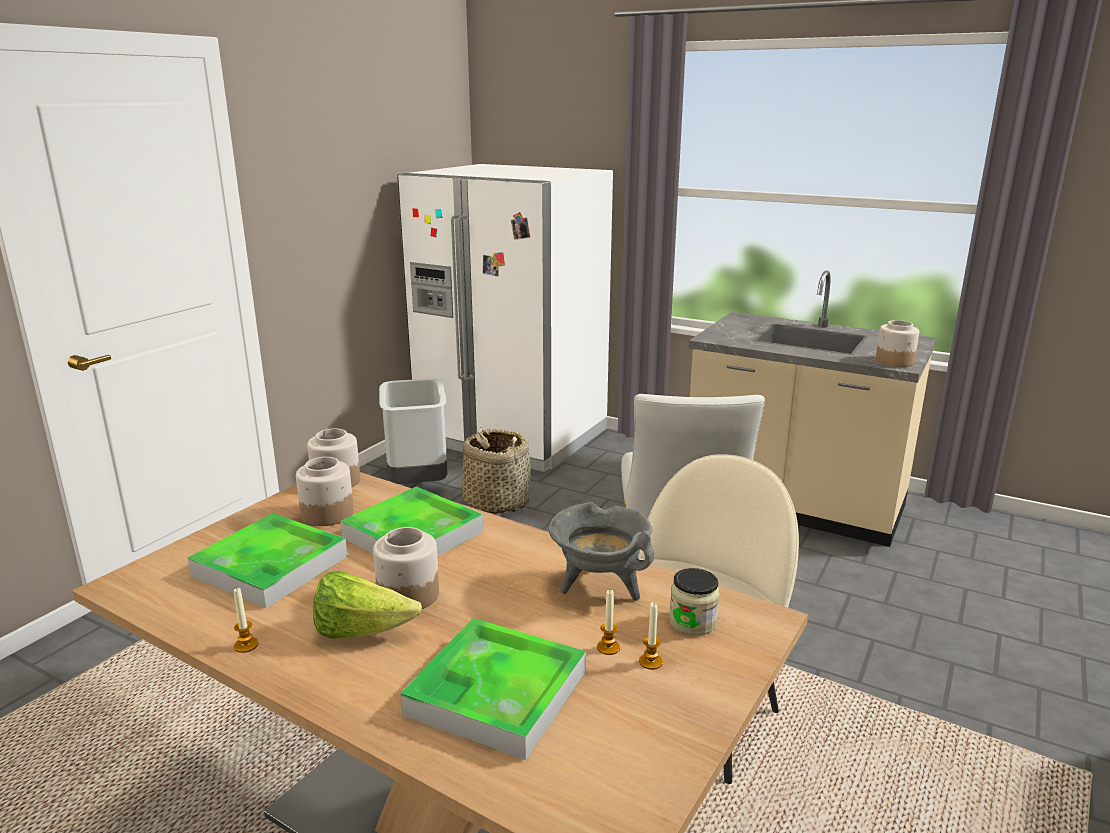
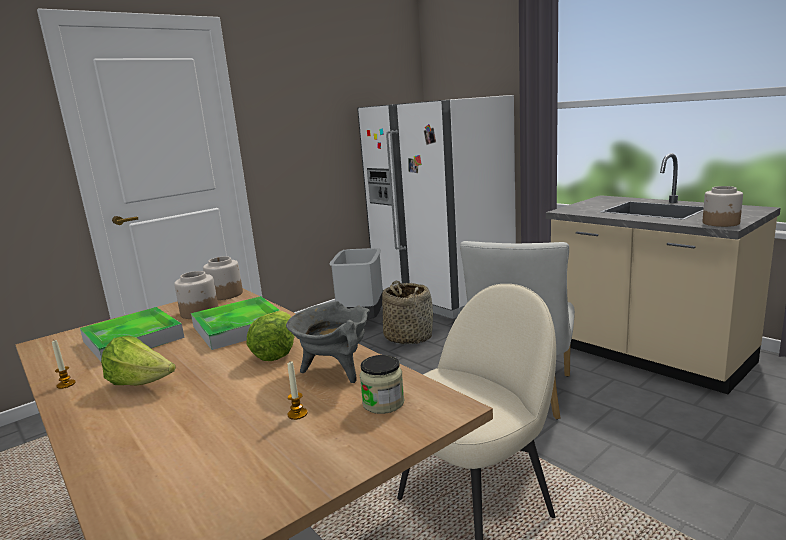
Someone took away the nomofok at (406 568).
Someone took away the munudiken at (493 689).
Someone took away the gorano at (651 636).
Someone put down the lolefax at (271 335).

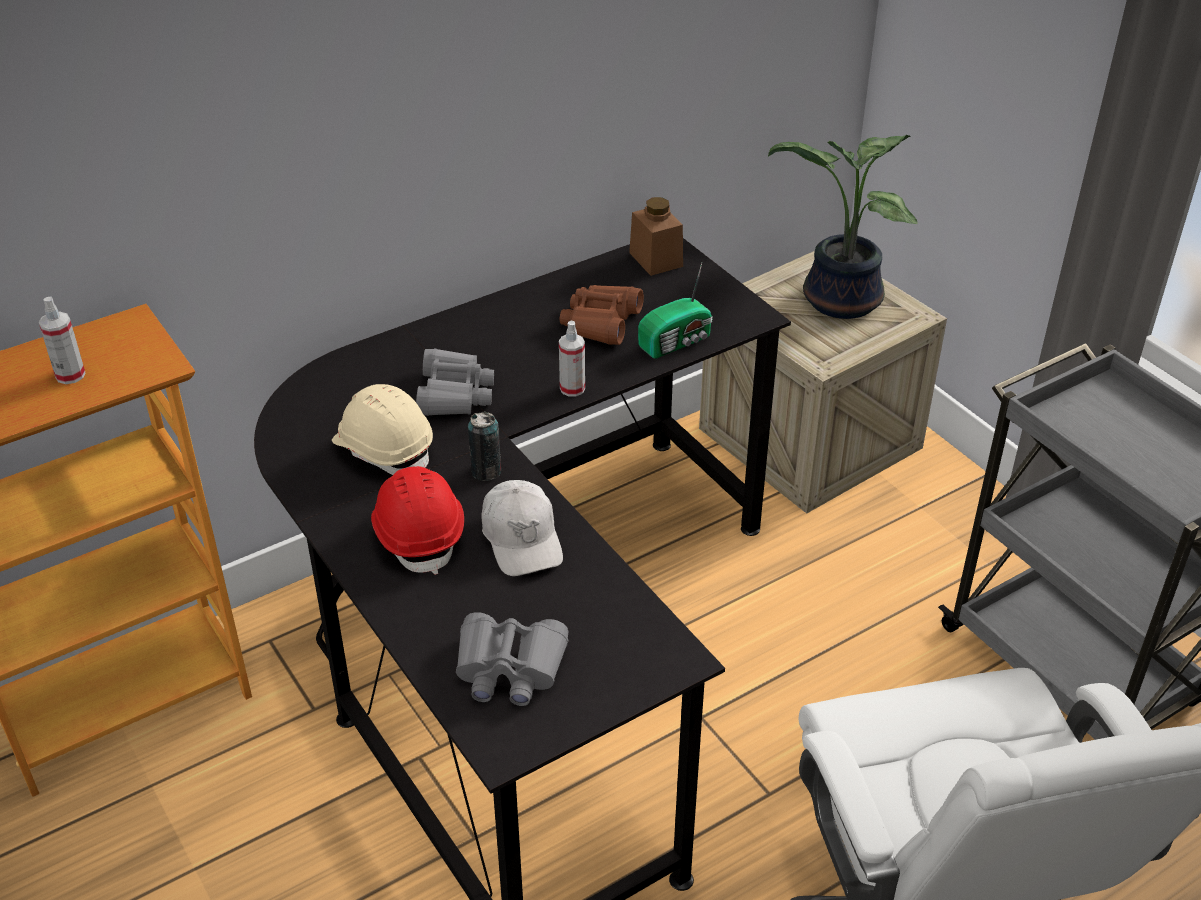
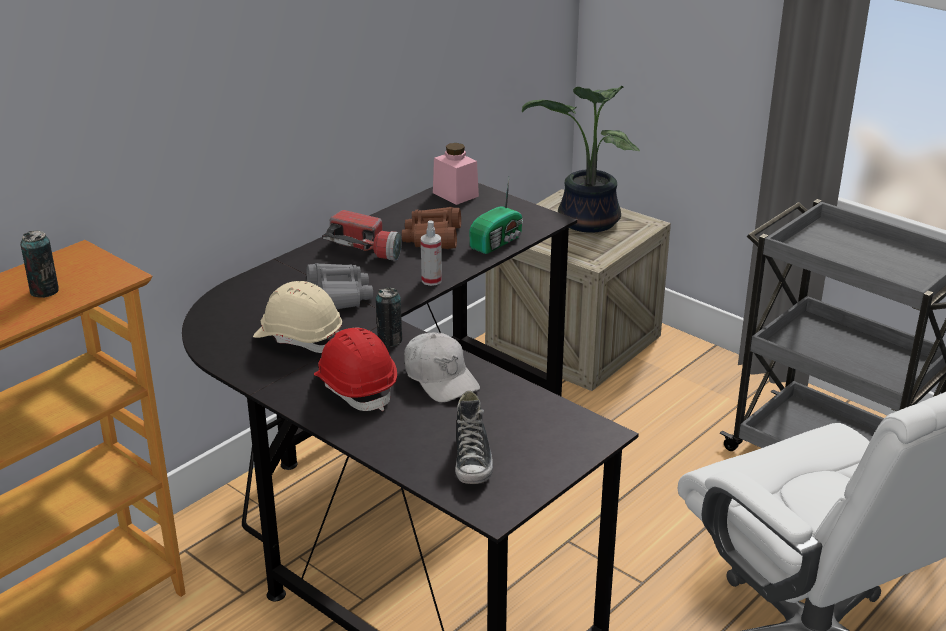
Someone swapped the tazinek at (62 340) for the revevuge at (39 264).
Someone swapped the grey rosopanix at (512 659) for the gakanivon at (474 437).
Someone repainted the brown nomofok at (656 236), which became the pink nomofok at (456 174).
Someone put down the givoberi at (362 235).

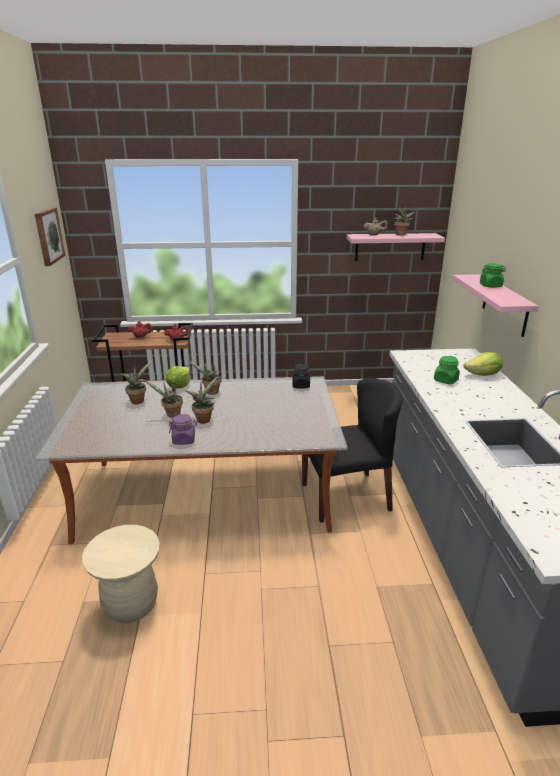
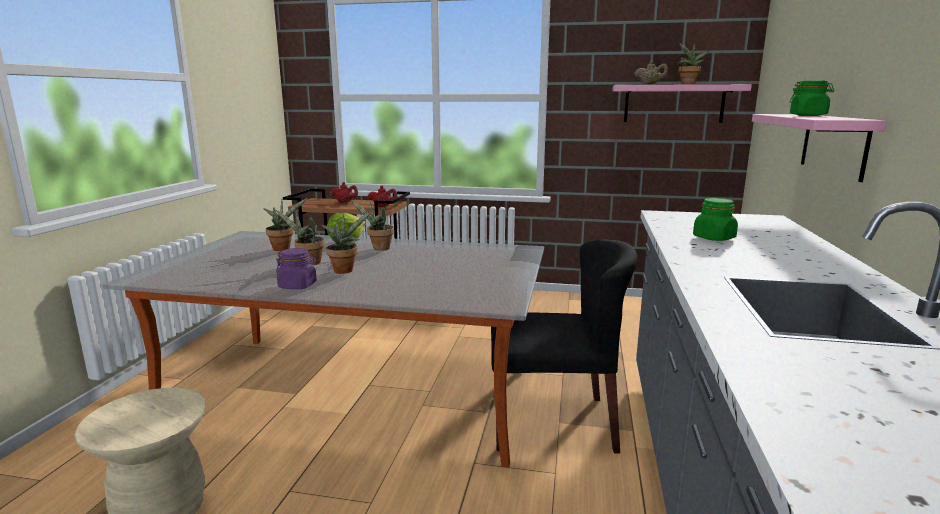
Someone took away the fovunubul at (50 236).
Someone took away the black nomofok at (301 376).
Someone took away the lolefax at (483 364).

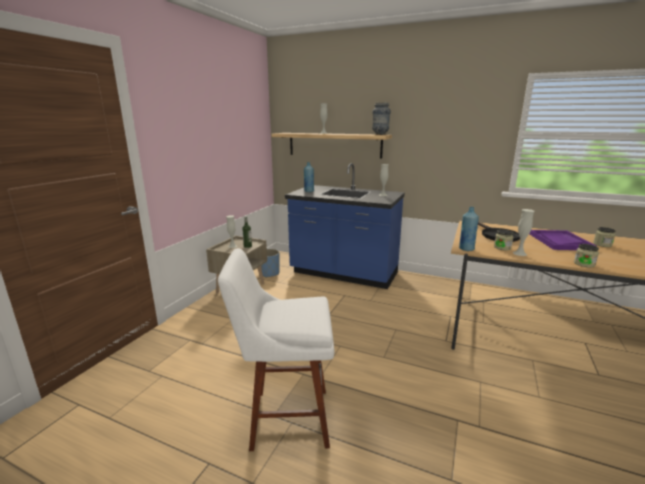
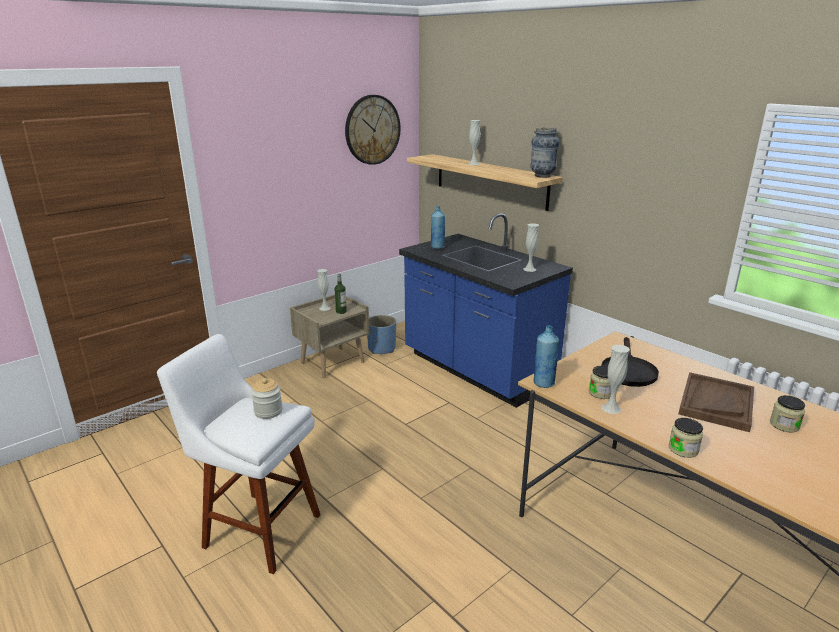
Someone repainted the purple munudiken at (562 240), which became the brown munudiken at (716 402).
Someone put down the nomofok at (267 398).
Someone put up the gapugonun at (373 130).

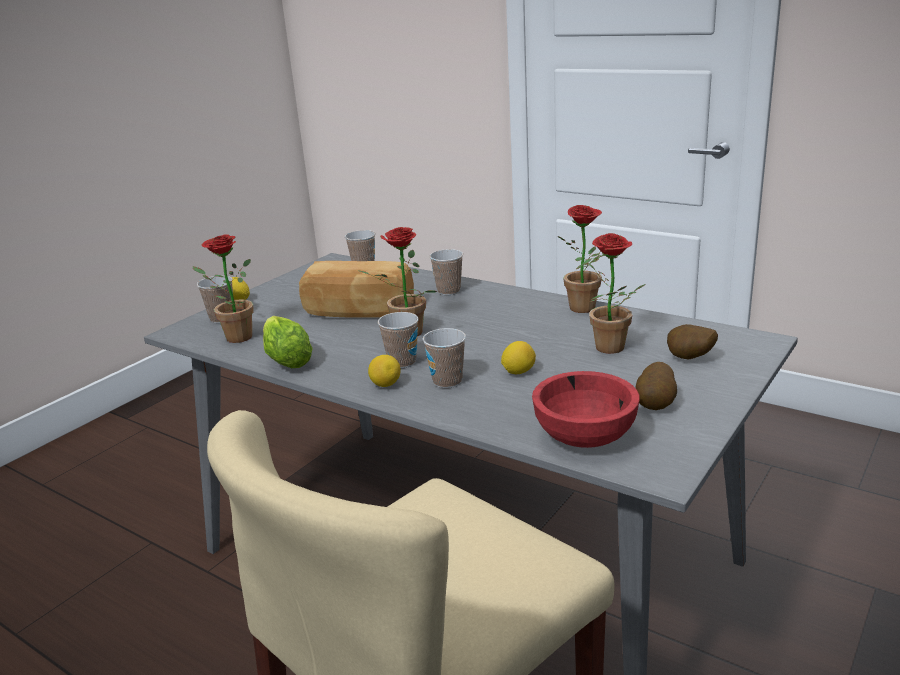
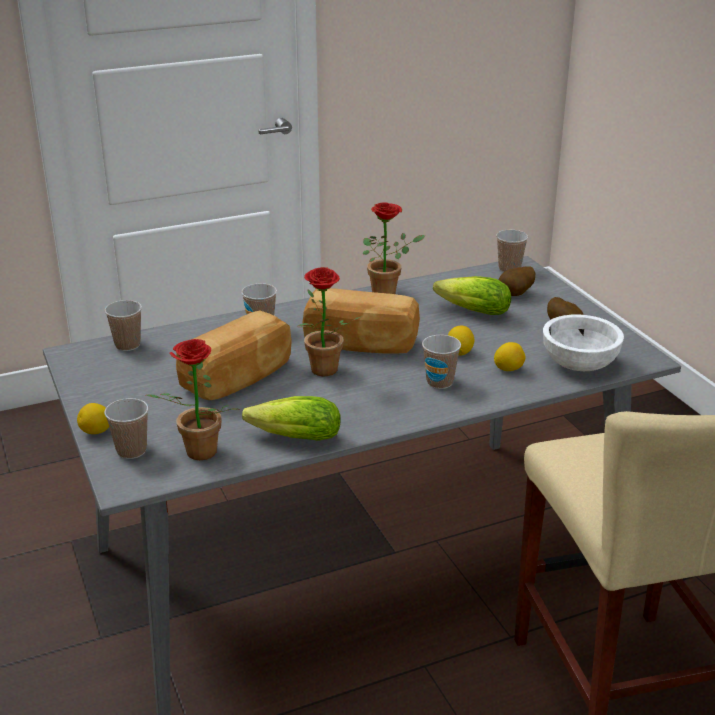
Someone carried the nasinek from (384 371) to (509 356).
Someone carried the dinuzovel from (398 340) to (512 251).
Someone repainted the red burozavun at (586 409), which became the white burozavun at (583 342).
Someone swapped the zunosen at (616 293) for the lolefax at (472 295).
Someone put down the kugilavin at (361 321).

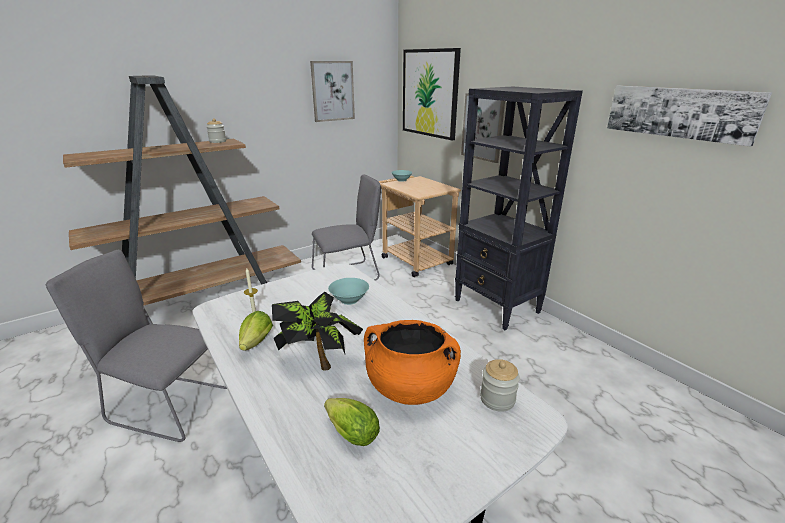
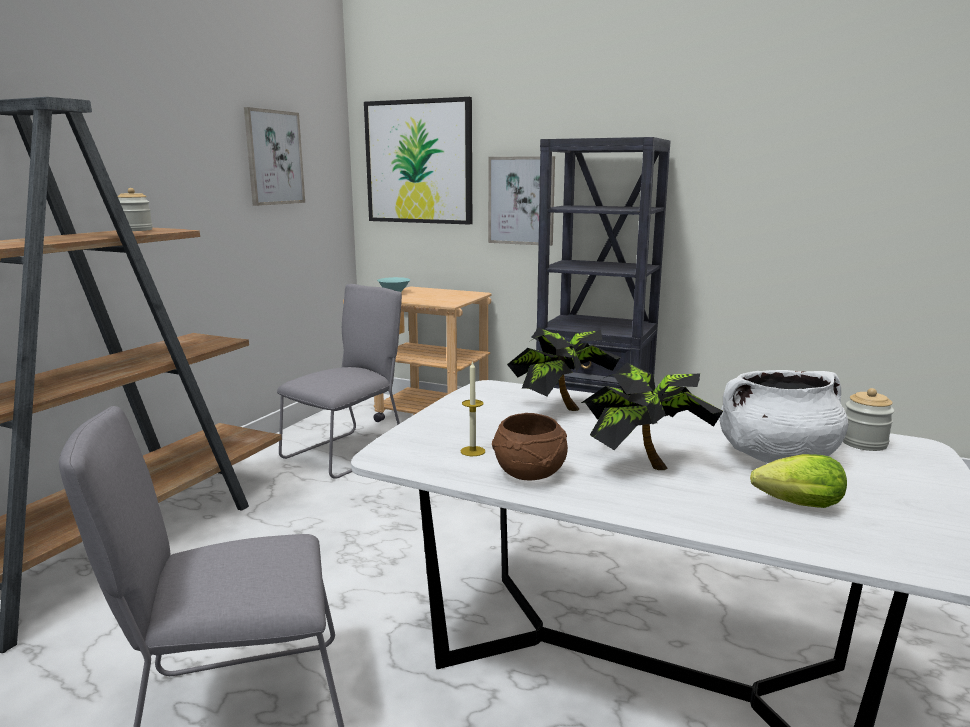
Someone swapped the lolefax at (256 330) for the brown burozavun at (530 446).
Someone swapped the turquoise burozavun at (348 291) for the zunosen at (564 369).
Someone repainted the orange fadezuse at (412 362), which became the white fadezuse at (784 416).
Someone took away the fovunubul at (689 116).

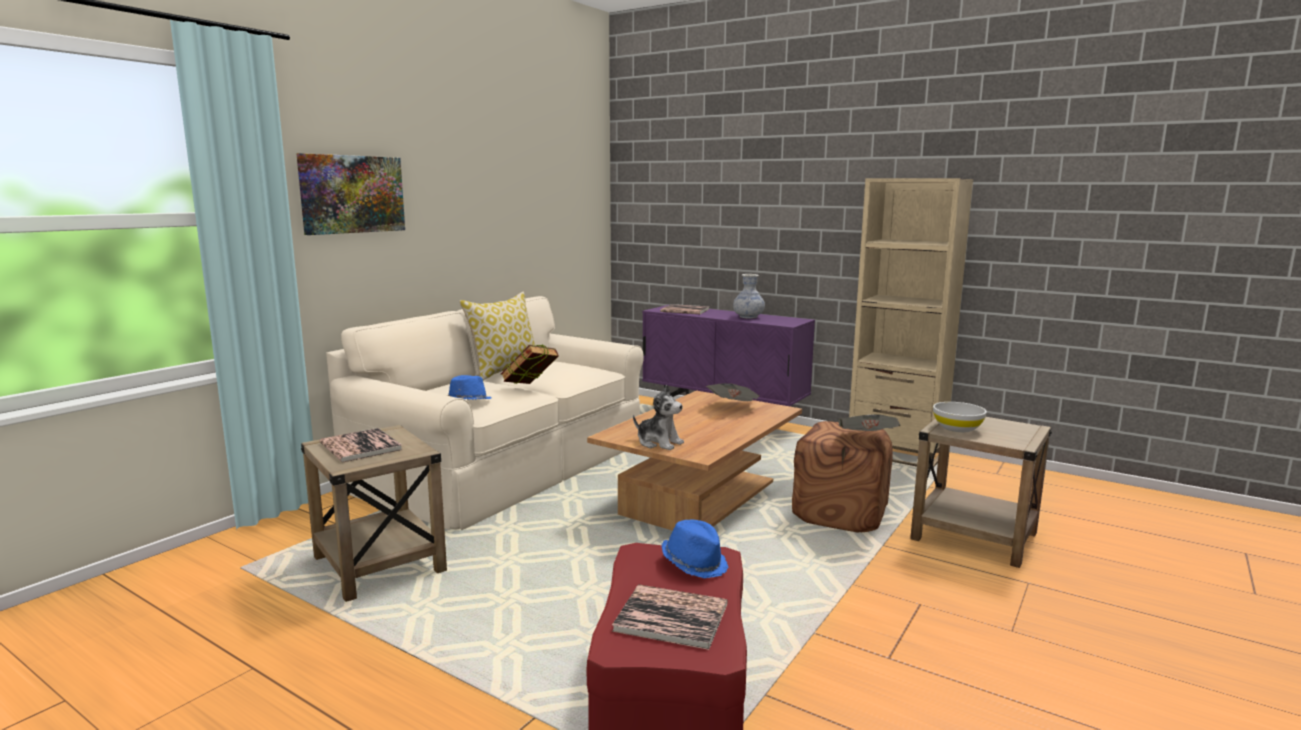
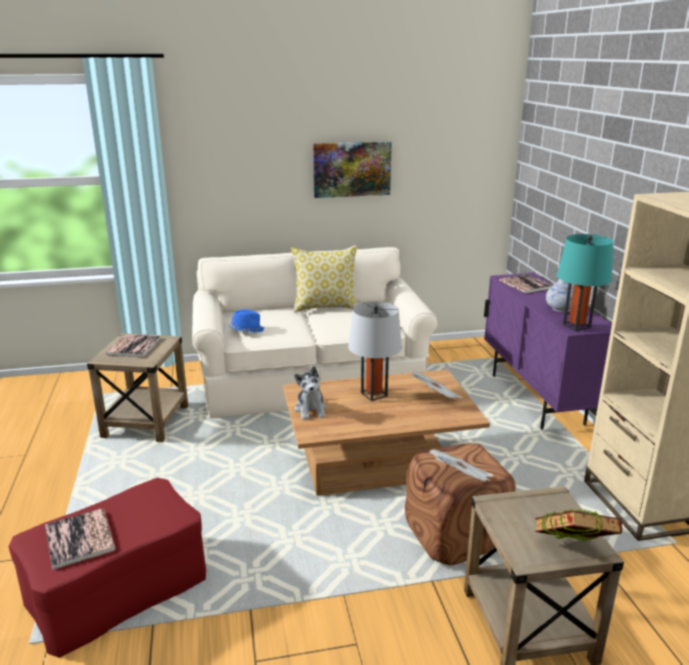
Someone carried the fovunubul from (350 194) to (352 170).
Someone carried the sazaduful from (530 364) to (578 525).
Someone took away the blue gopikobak at (695 549).
Someone took away the white burozavun at (960 417).
Someone put down the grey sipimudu at (375 351).
Someone put down the turquoise sipimudu at (585 282).

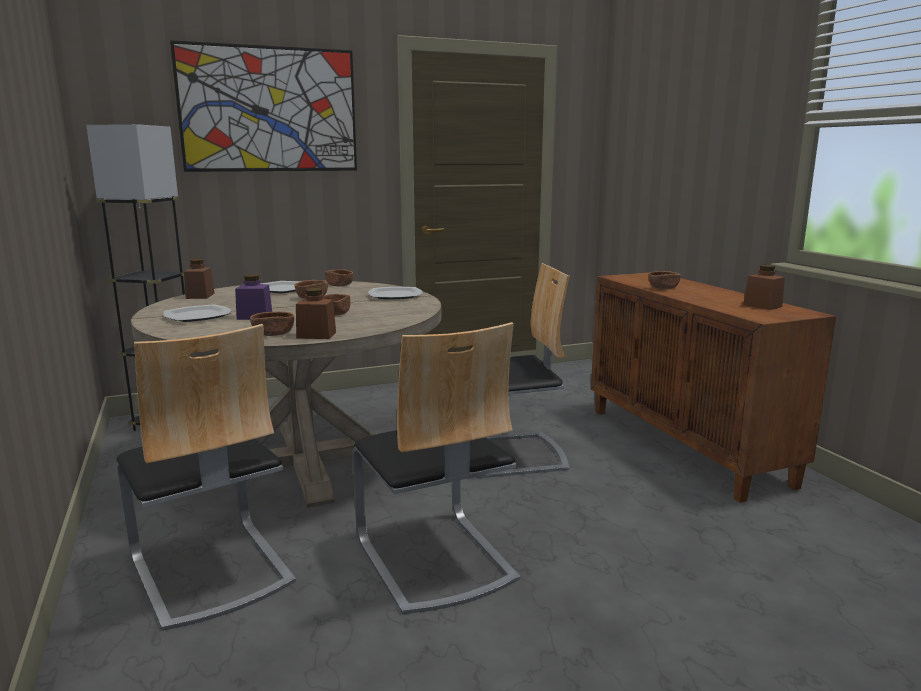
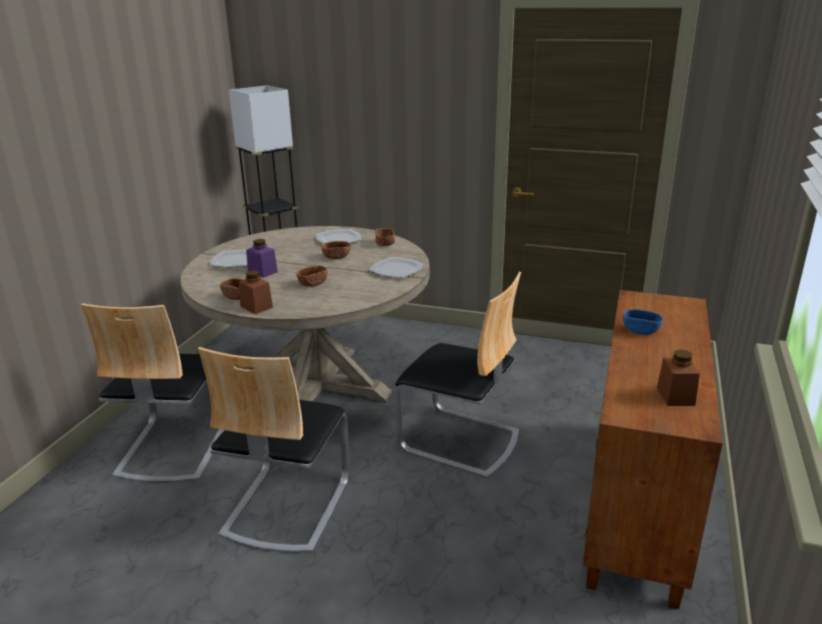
Someone took away the fovunubul at (263 106).
Someone took away the brown nomofok at (199 279).
Someone repainted the brown burozavun at (664 280), which became the blue burozavun at (643 322).

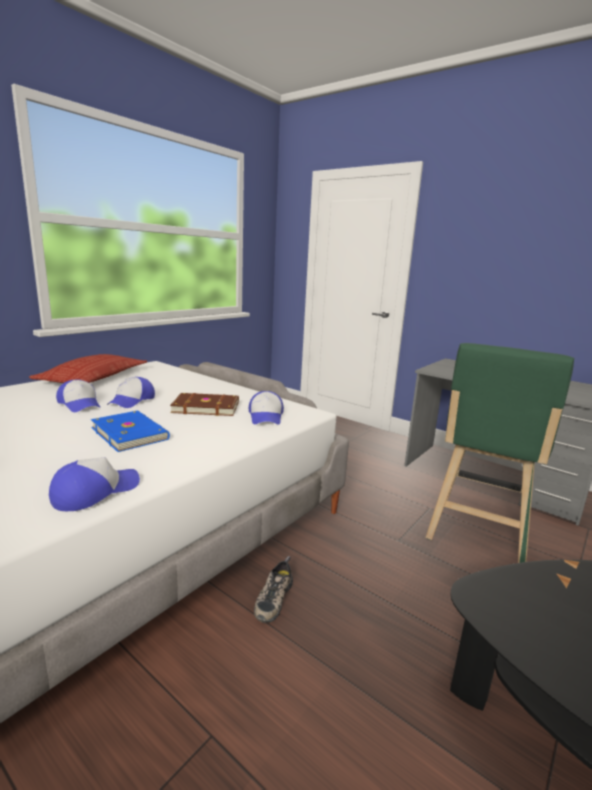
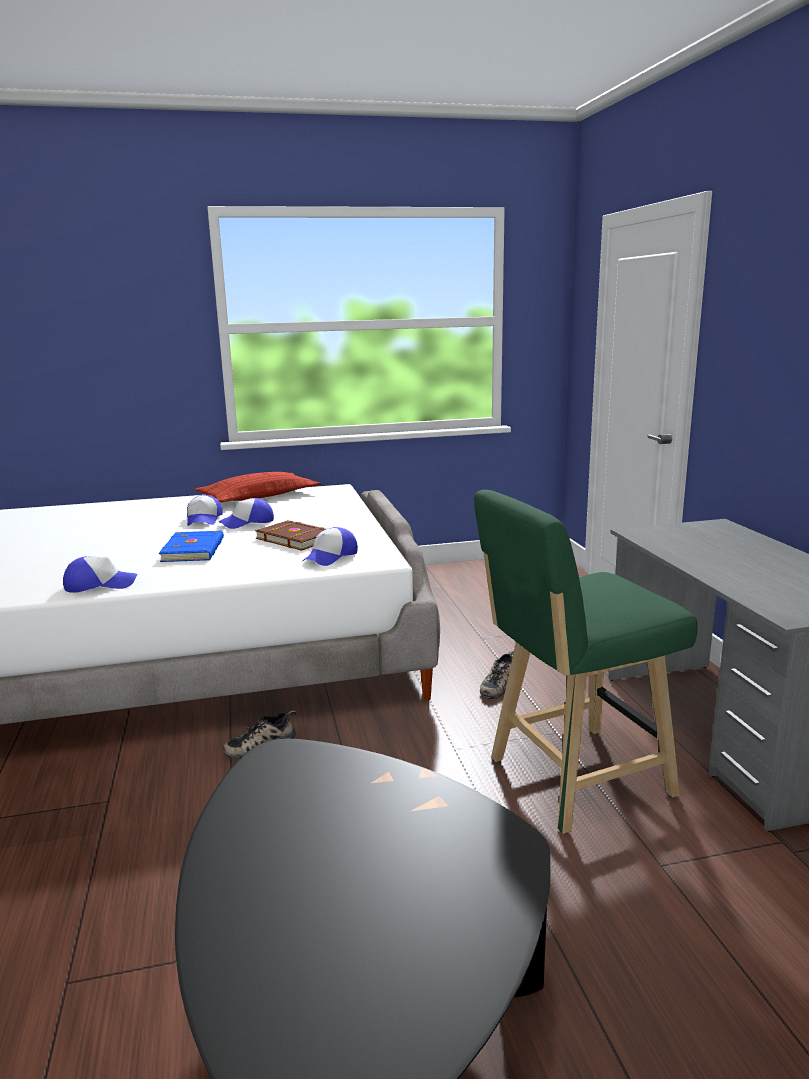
Someone put down the gakanivon at (497 675).

